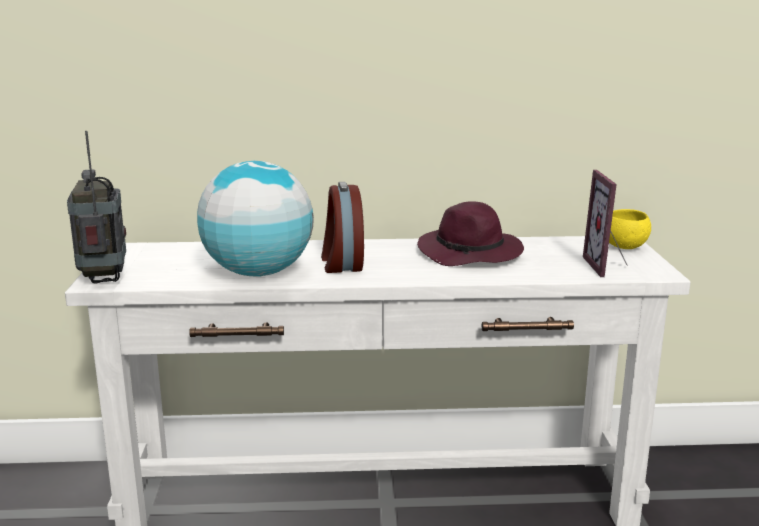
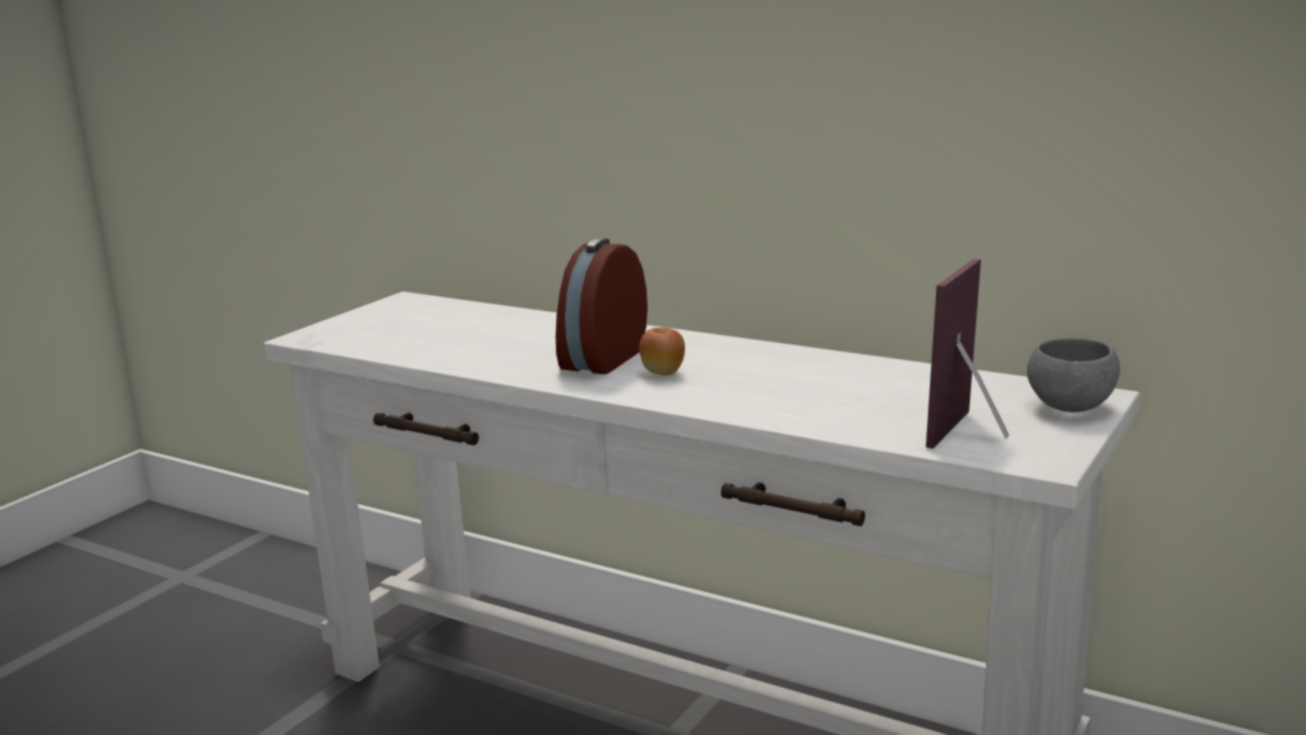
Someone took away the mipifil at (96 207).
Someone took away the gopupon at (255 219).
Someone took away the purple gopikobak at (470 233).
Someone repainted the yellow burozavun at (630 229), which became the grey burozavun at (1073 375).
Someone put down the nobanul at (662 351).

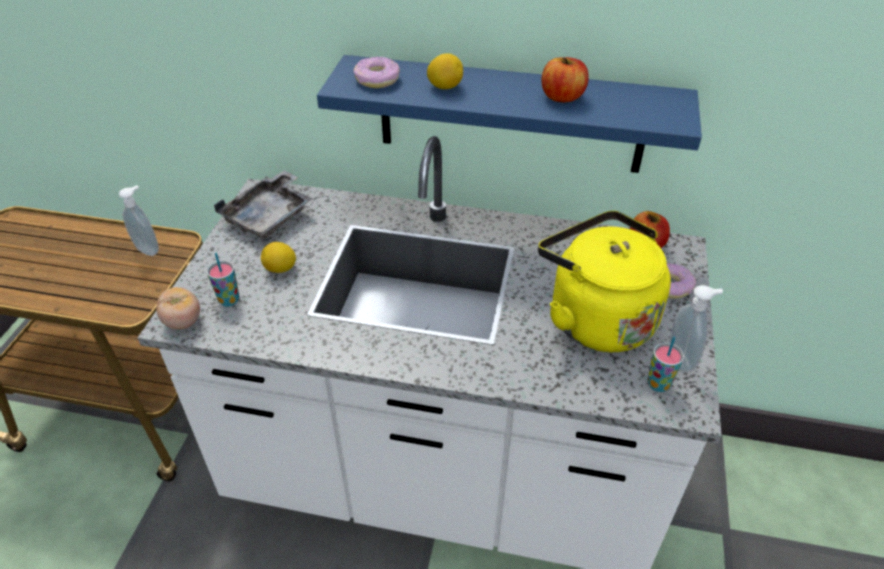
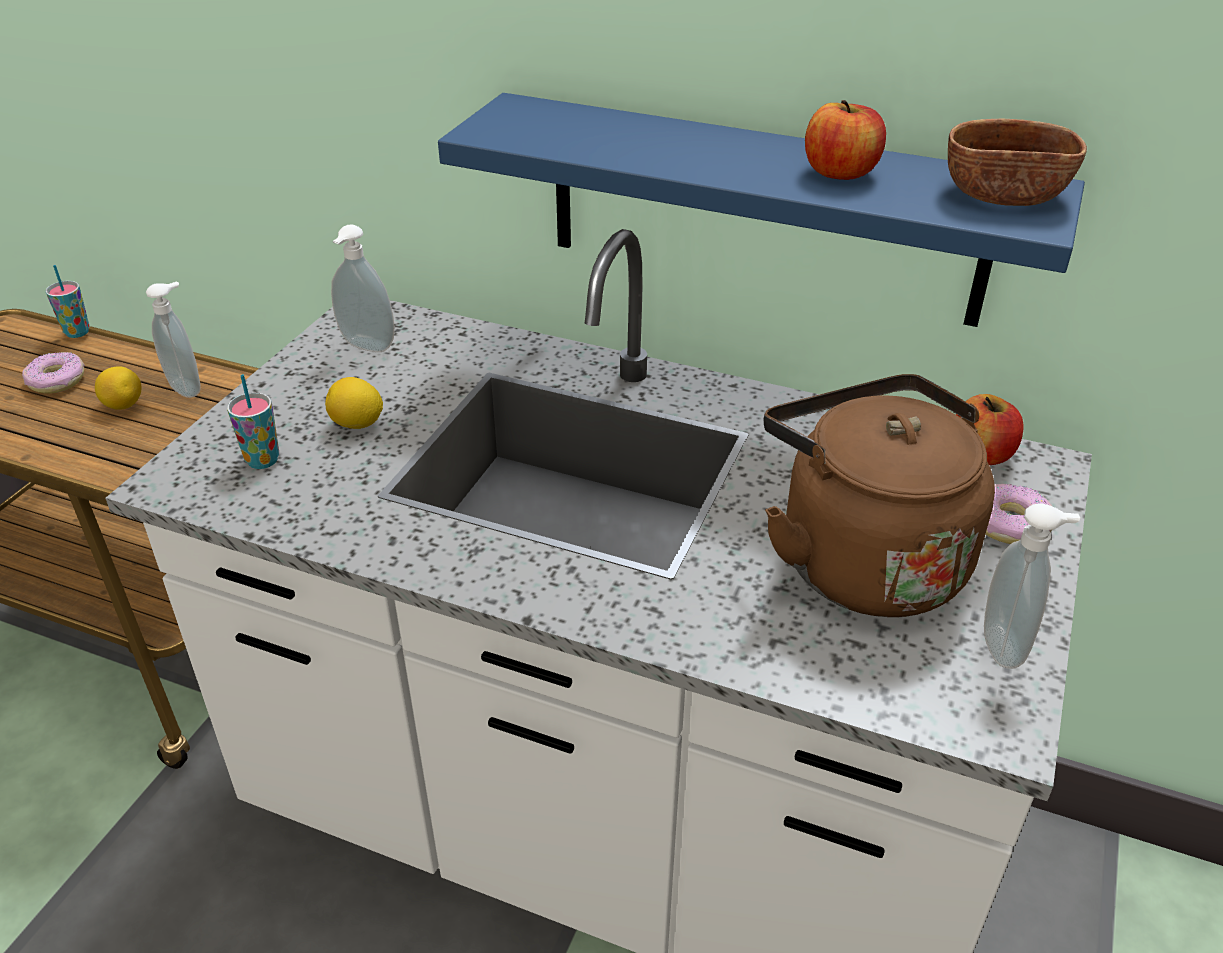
Someone took away the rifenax at (178 308).
Someone swapped the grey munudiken at (263 204) for the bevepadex at (363 288).
Someone carried the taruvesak from (376 72) to (53 373).
Someone carried the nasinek from (445 71) to (118 388).
Someone repainted the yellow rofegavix at (604 281), which became the brown rofegavix at (879 495).
Someone carried the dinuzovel from (665 364) to (68 301).
Someone put down the brown burozavun at (1017 162).

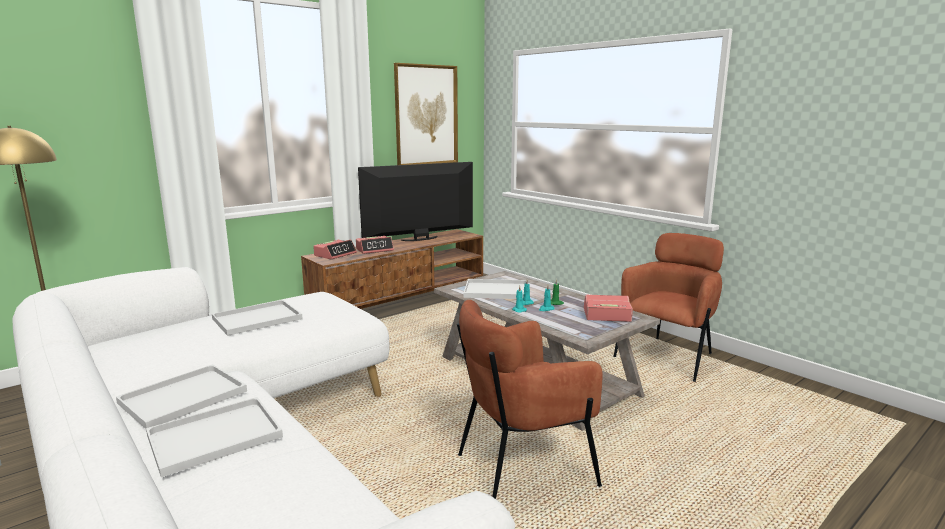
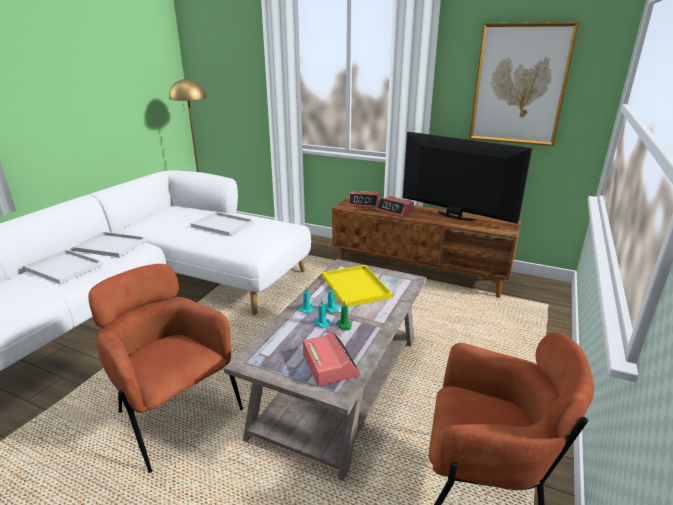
Someone repainted the white munudiken at (495 289), which became the yellow munudiken at (357 286).

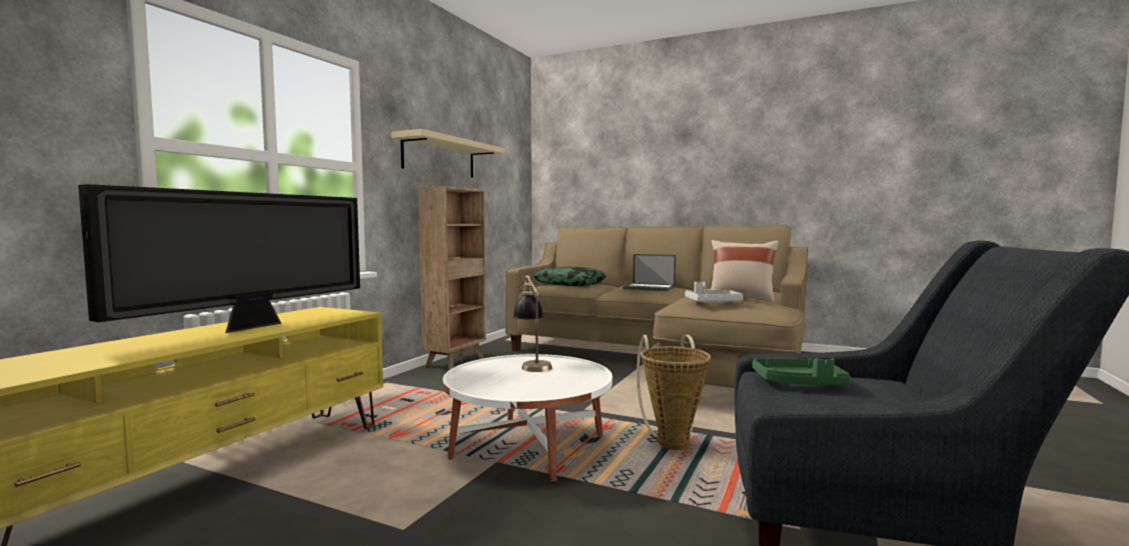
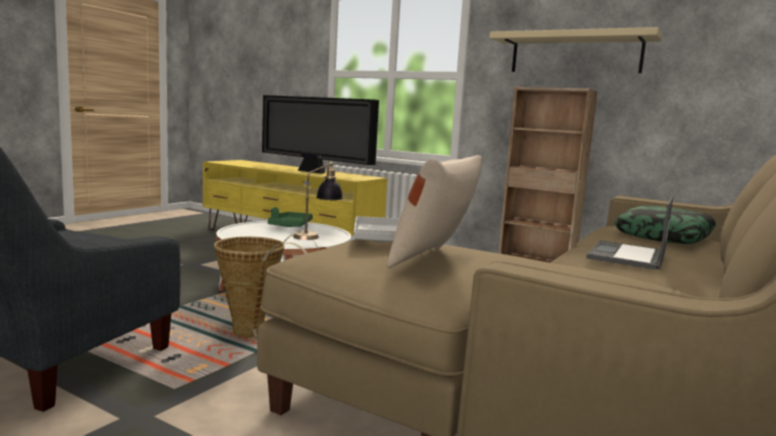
Someone carried the green munudiken from (801 371) to (290 217).

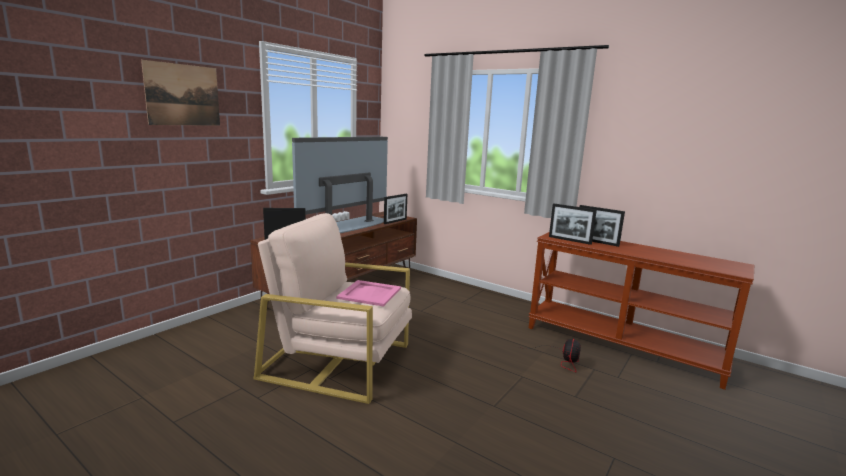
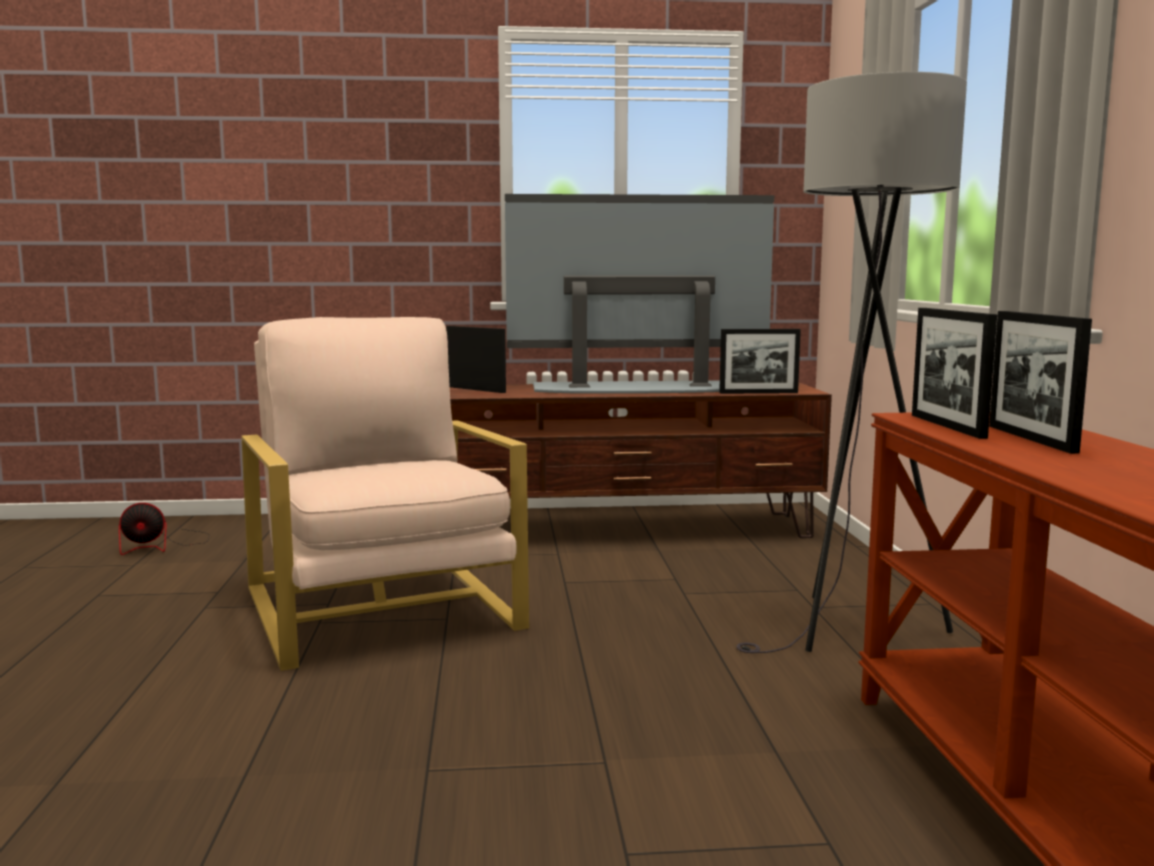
Someone took away the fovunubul at (180 93).
Someone took away the pink munudiken at (368 293).
Someone carried the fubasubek from (550 355) to (164 529).
Someone put down the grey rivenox at (852 362).

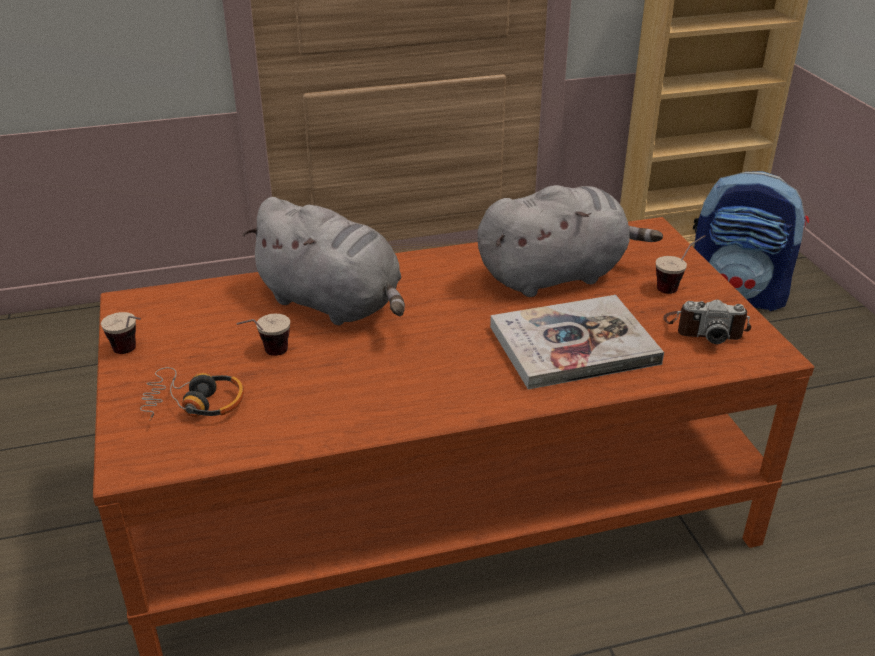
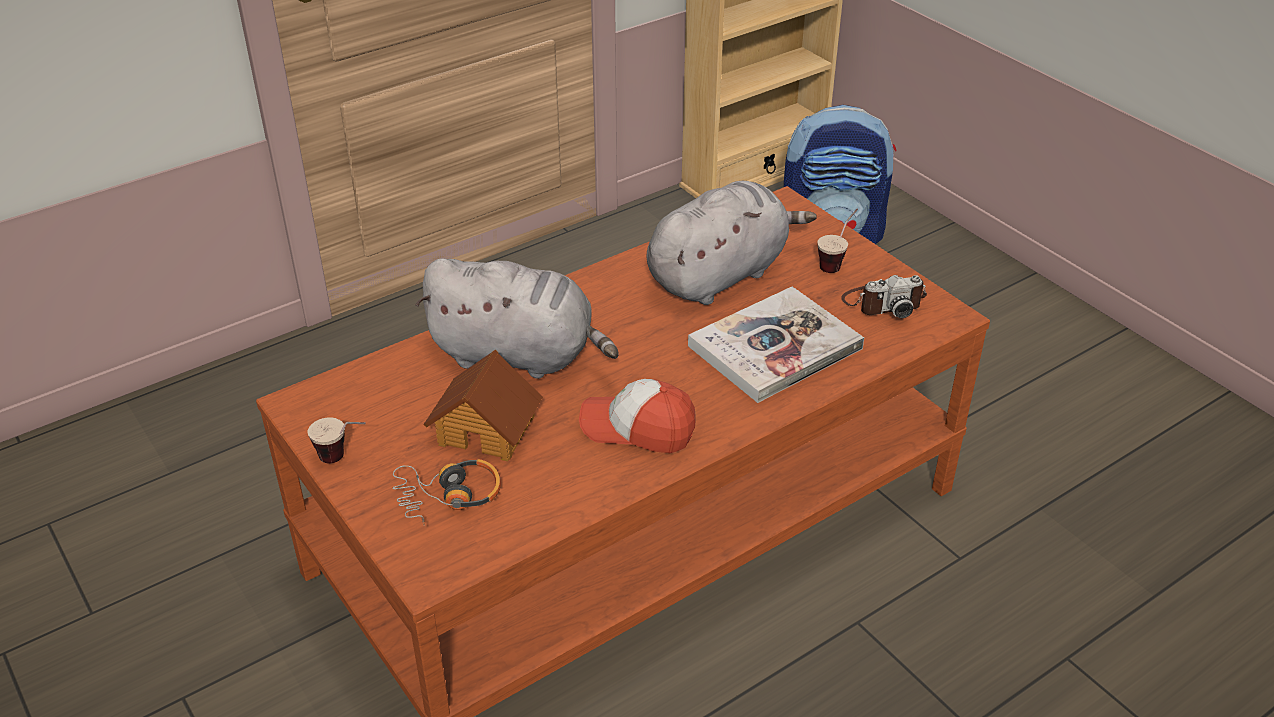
Someone swapped the dinuzovel at (263 335) for the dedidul at (483 405).
Someone put down the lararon at (637 416).

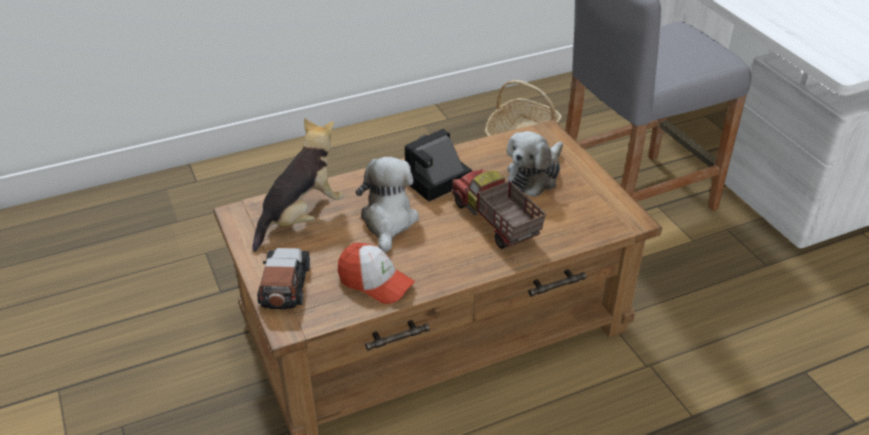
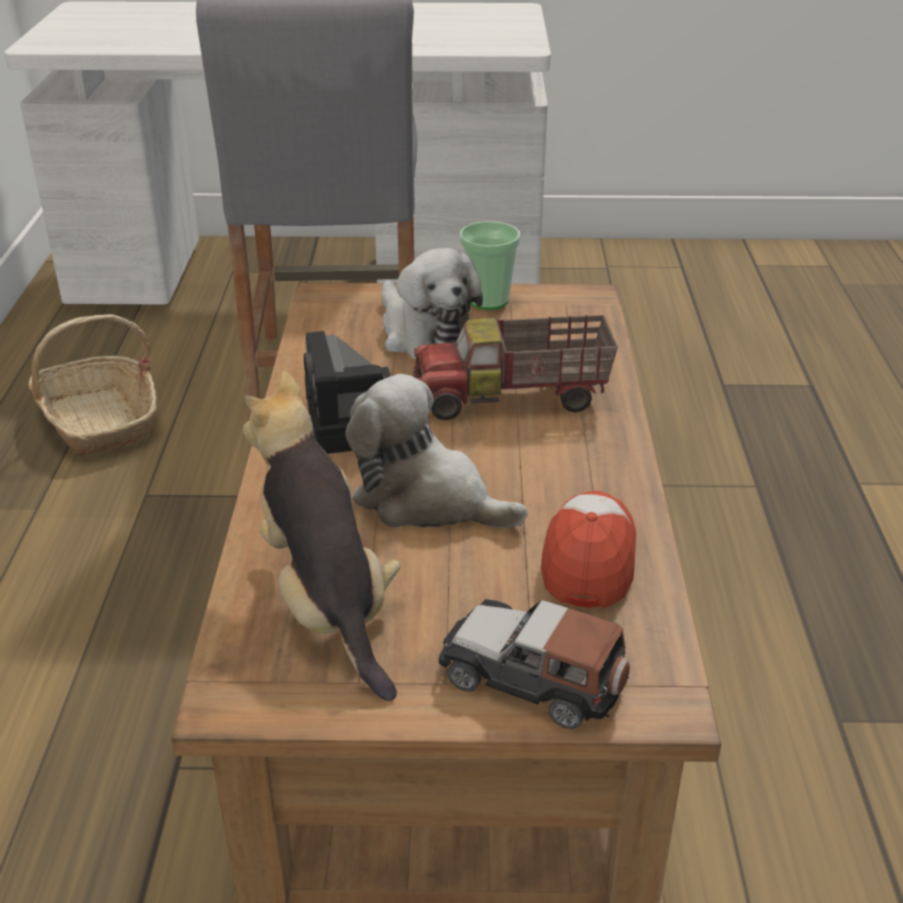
Someone rotated the lararon at (376 273) by 45 degrees counterclockwise.
Someone put down the dinuzovel at (490 265).

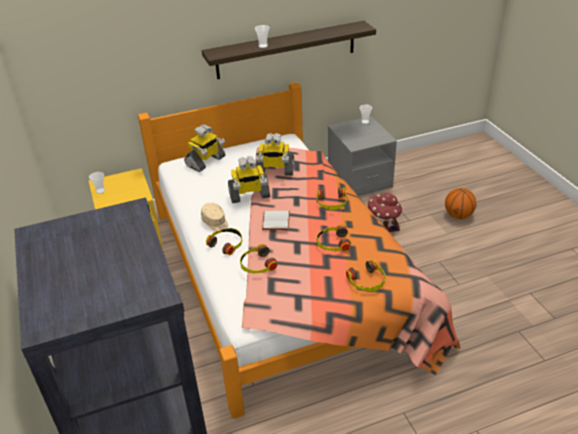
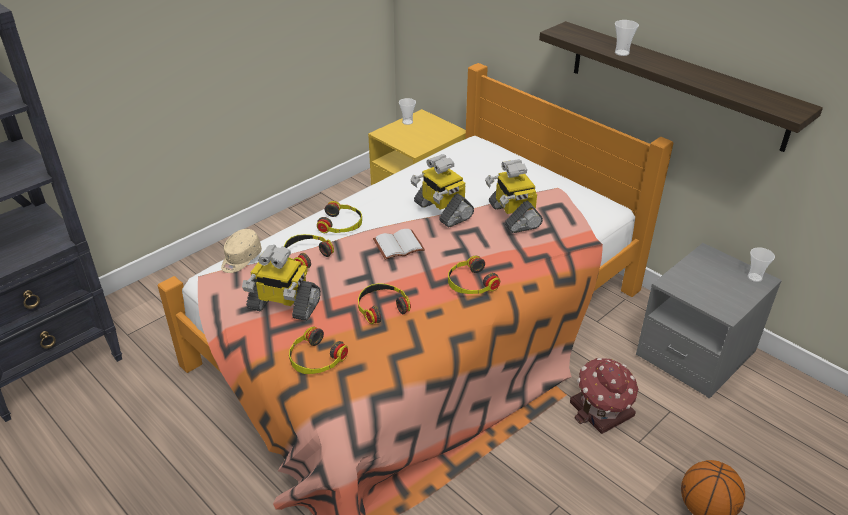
Someone carried the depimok from (204 148) to (281 283).
Someone carried the beige lararon from (214 217) to (241 251).

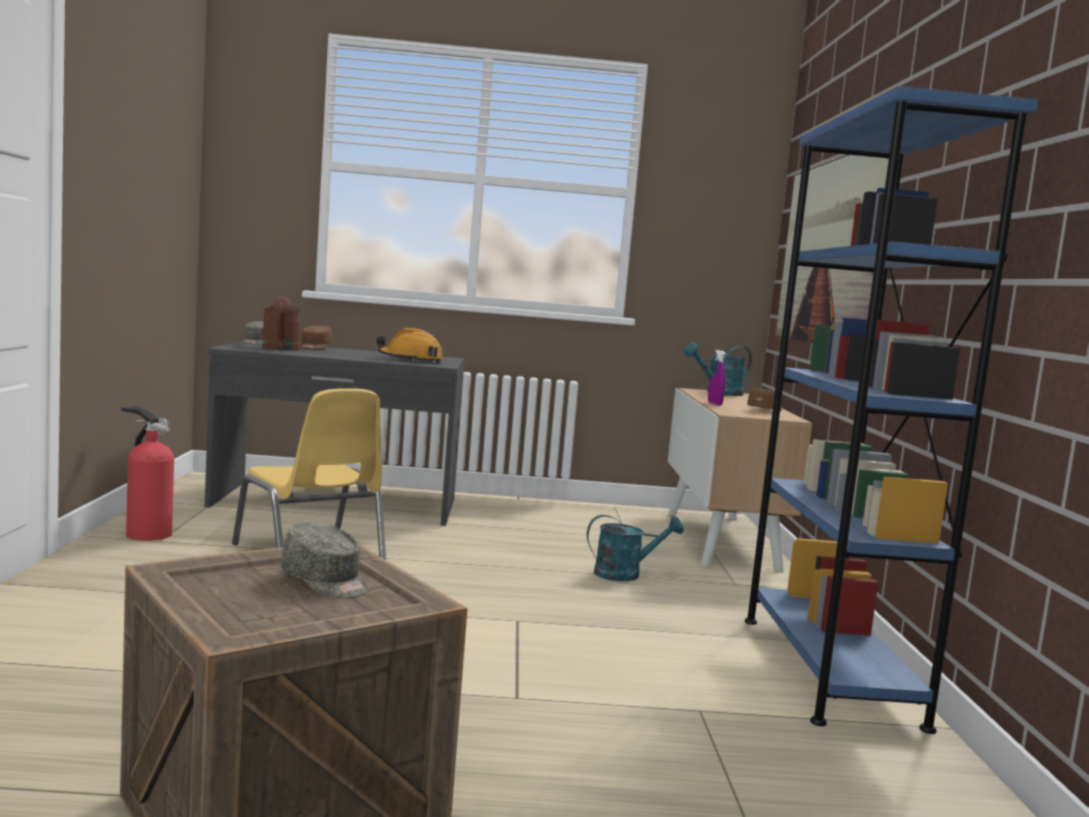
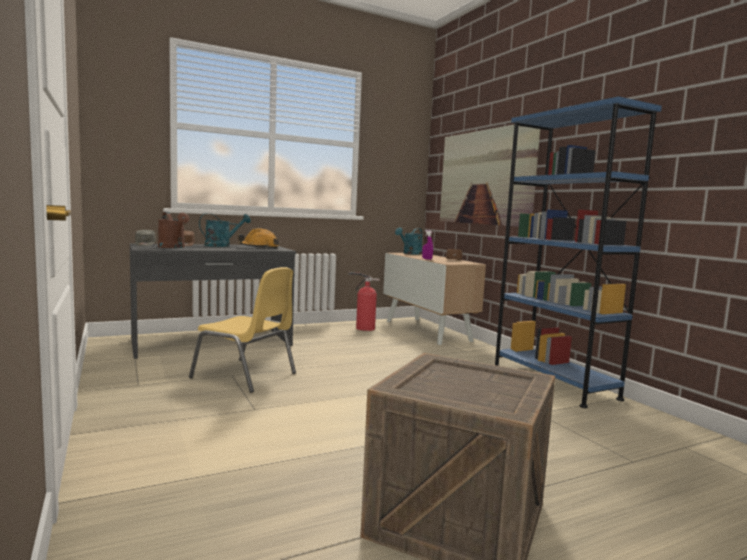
Someone carried the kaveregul from (147 473) to (364 301).
Someone took away the grey lararon at (324 560).
Someone carried the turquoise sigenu from (635 548) to (225 230).

